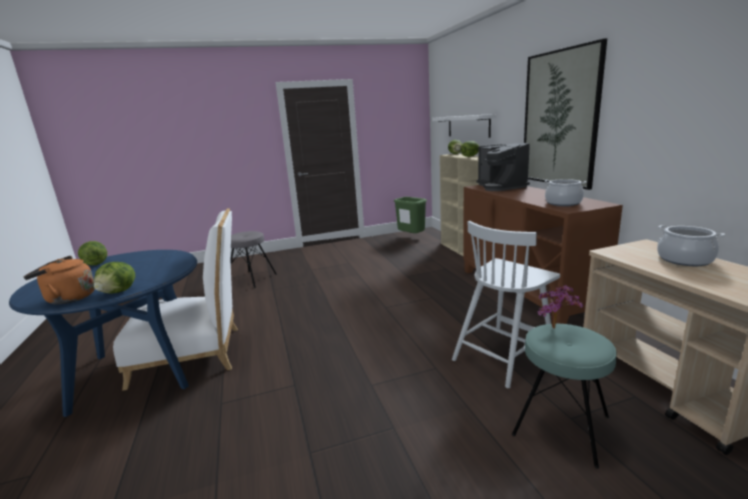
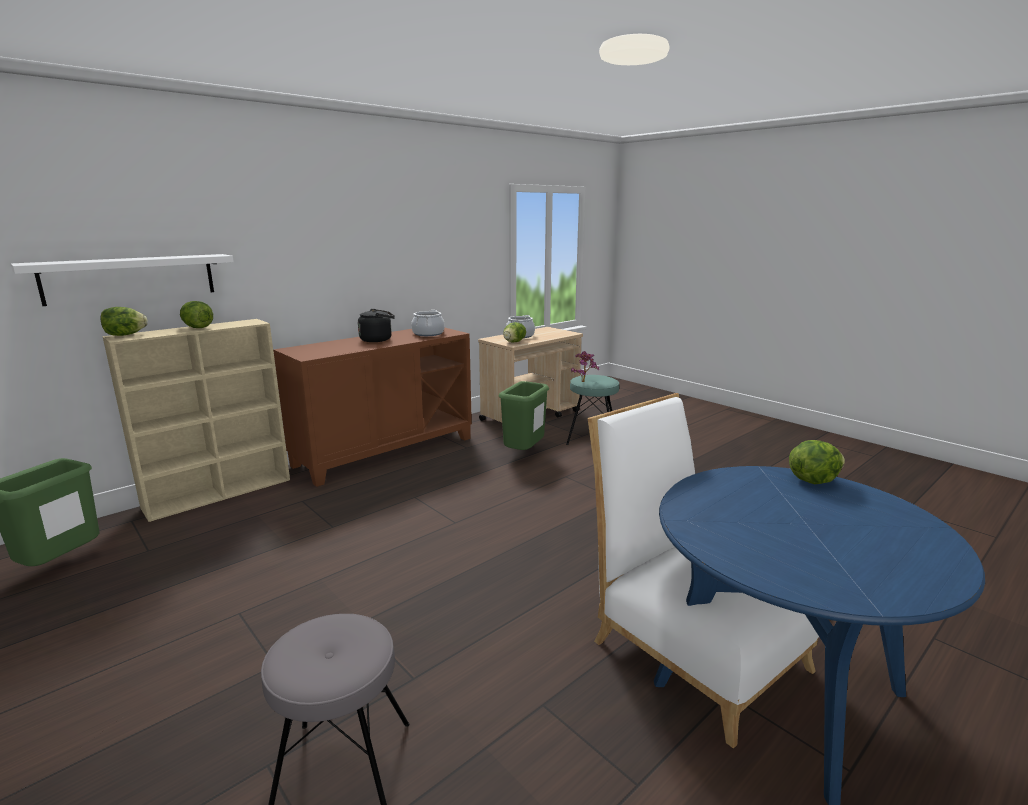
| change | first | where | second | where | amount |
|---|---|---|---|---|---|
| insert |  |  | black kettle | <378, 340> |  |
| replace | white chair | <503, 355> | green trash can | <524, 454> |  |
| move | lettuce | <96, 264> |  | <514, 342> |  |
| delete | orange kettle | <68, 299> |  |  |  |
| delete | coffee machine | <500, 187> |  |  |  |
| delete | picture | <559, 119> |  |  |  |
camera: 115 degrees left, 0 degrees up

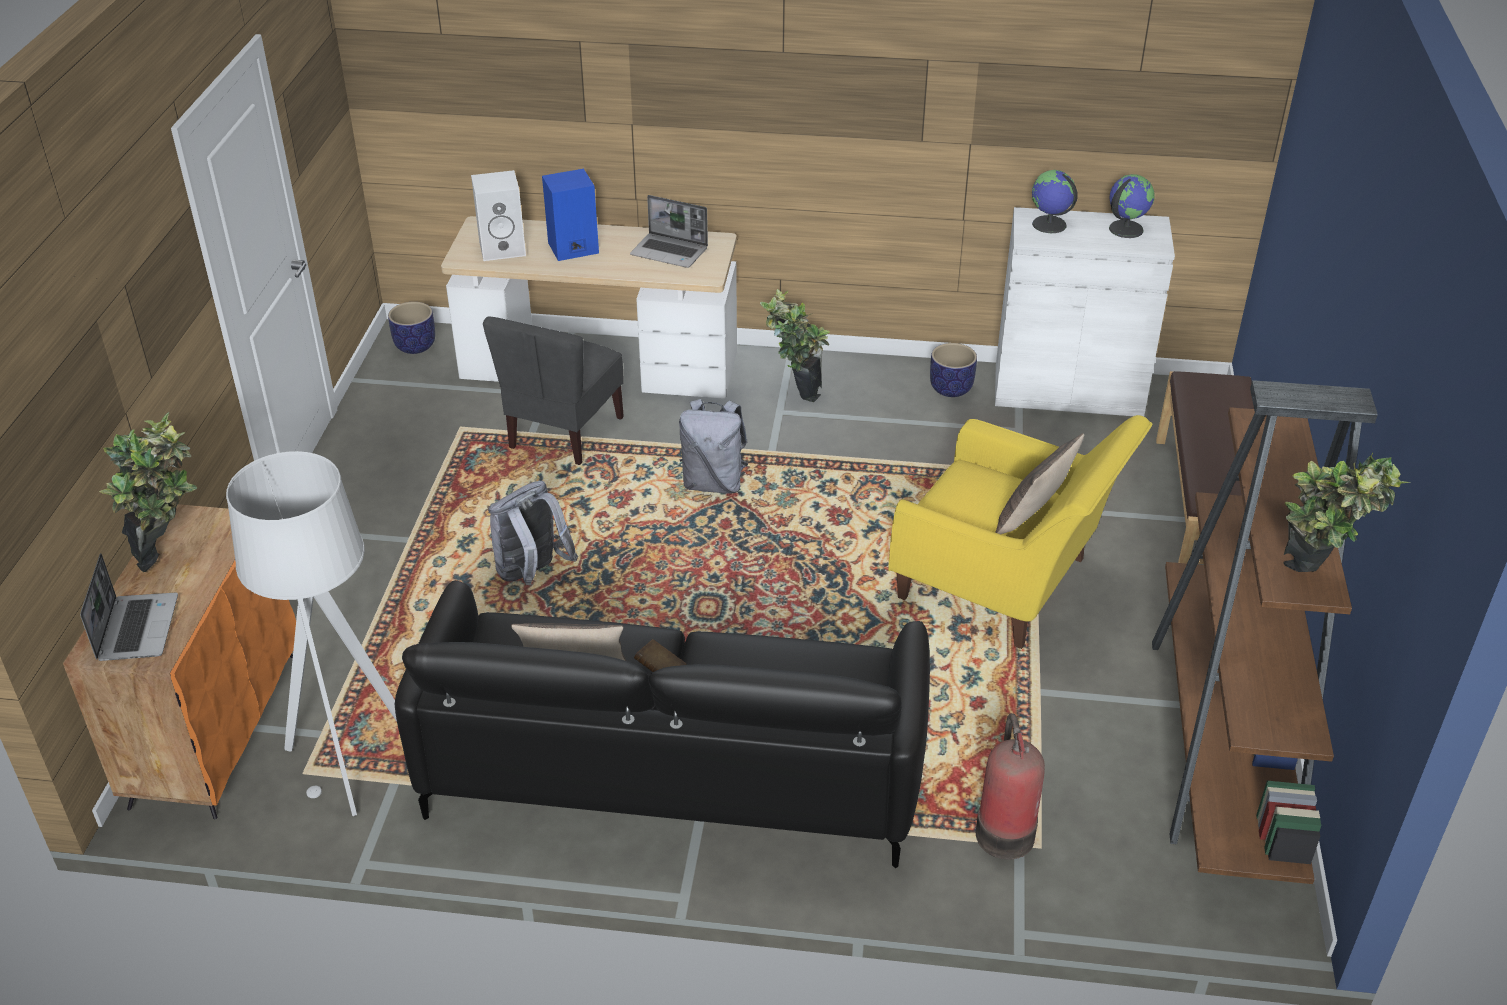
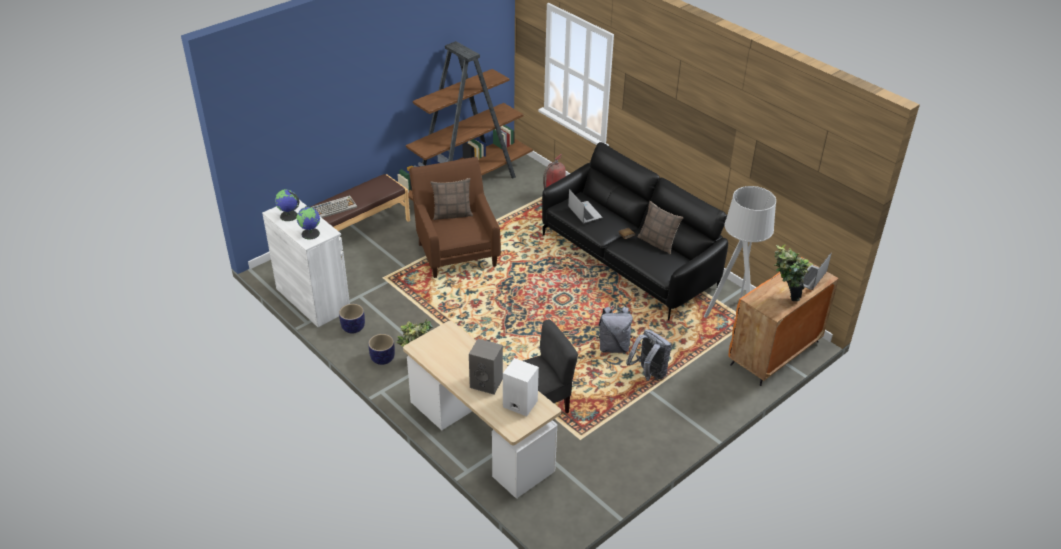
| change | first | where | second | where | amount |
|---|---|---|---|---|---|
| insert |  |  | keyboard | <333, 208> |  |
| move | planter | <415, 346> |  | <382, 359> |  |
| recolor | yellow armchair | <1005, 584> | brown armchair | <455, 251> |  |
| recolor | blue speaker | <572, 249> | grey speaker | <487, 383> |  |
| move | laptop | <670, 252> |  | <584, 213> |  |
| move | grey backpack | <714, 483> |  | <648, 373> |  |
| delete | potted plant | <1316, 586> |  |  |  |
camera: 140 degrees left, 0 degrees up

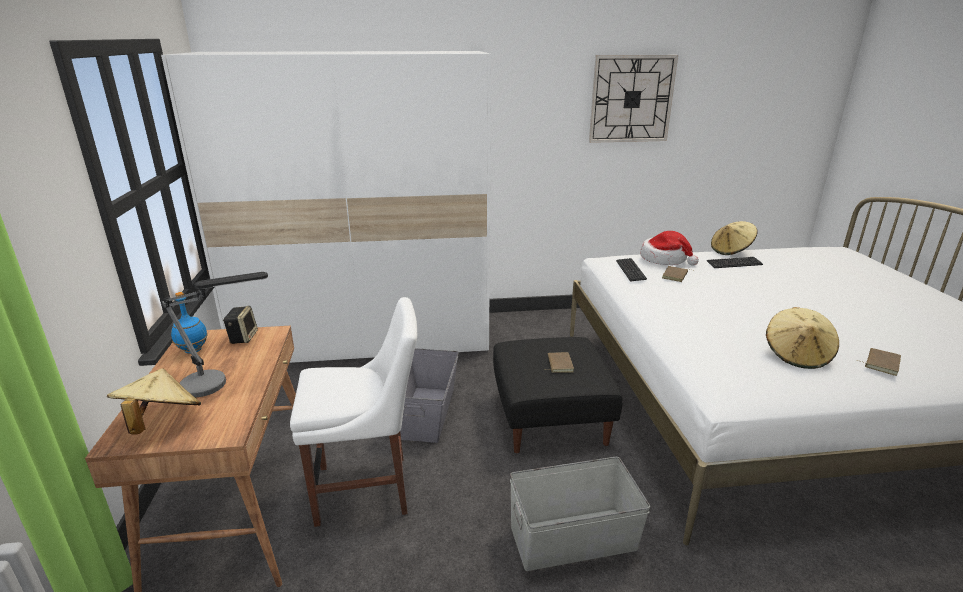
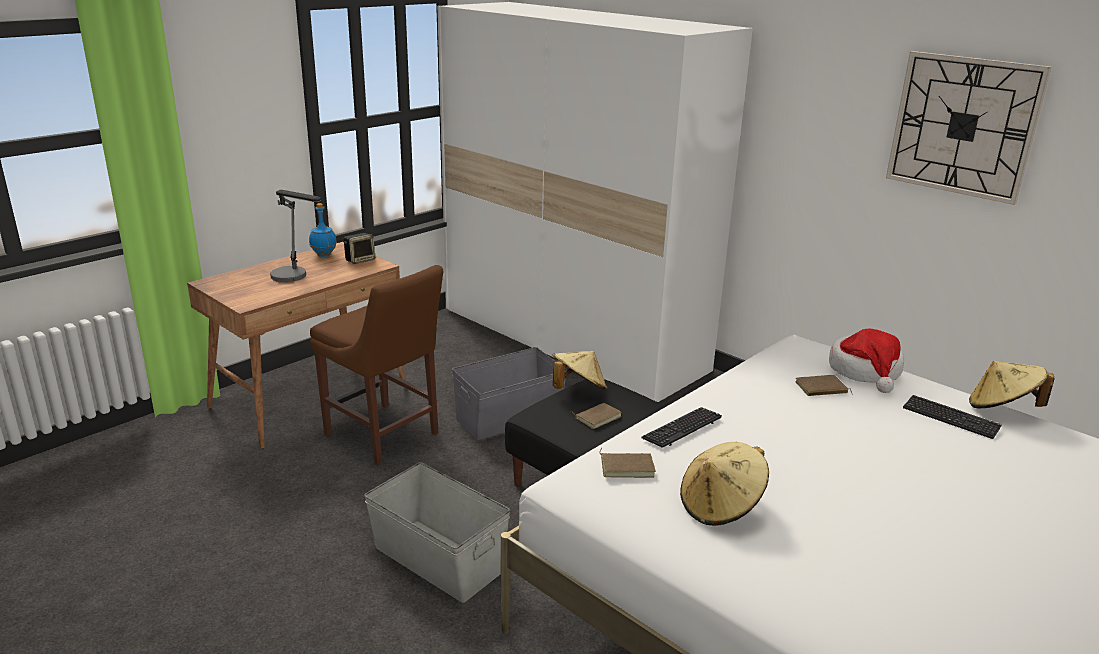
| change | first | where | second | where | amount |
|---|---|---|---|---|---|
| recolor | white chair | <368, 489> | brown chair | <385, 436> |  |
| move | beige hat | <161, 421> |  | <578, 389> |  |
| move | brown book | <880, 363> |  | <627, 467> |  |
| move | keyboard | <630, 271> |  | <682, 429> |  |
camera: 50 degrees right, 0 degrees up

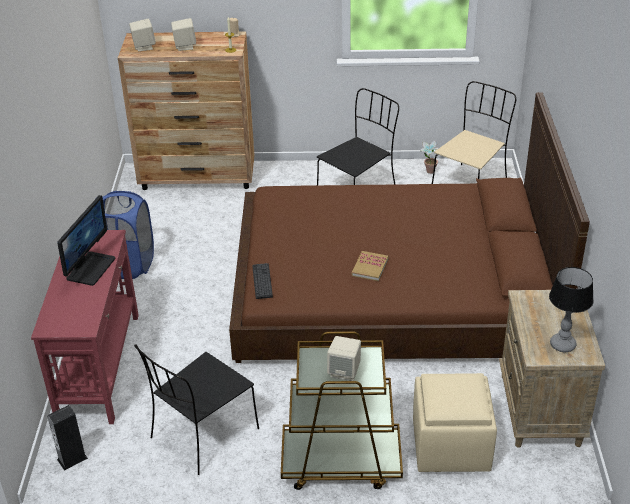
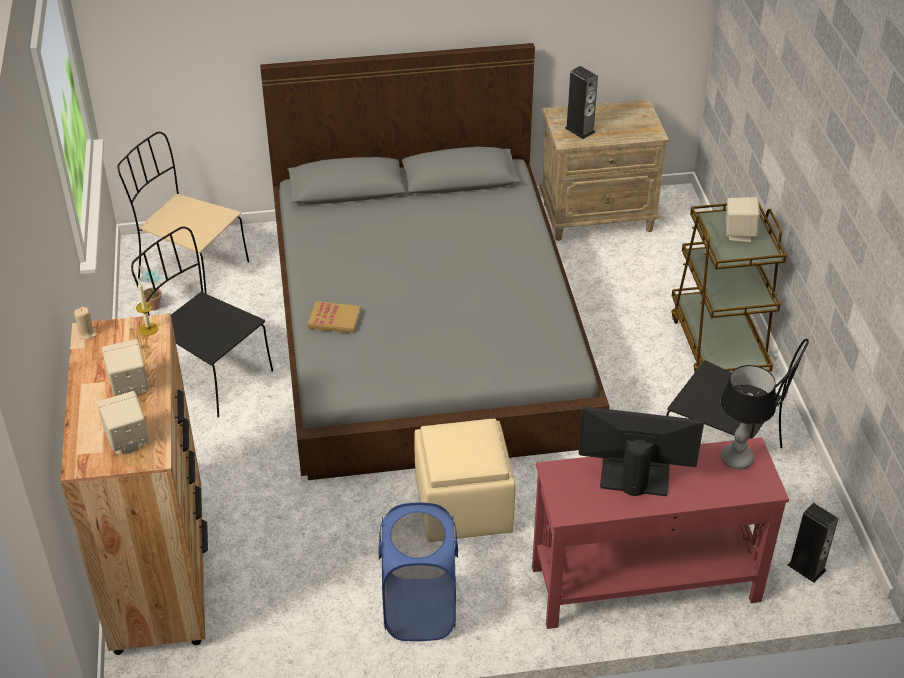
| change | first | where | second | where | amount |
|---|---|---|---|---|---|
| recolor | brown bed | <392, 288> | grey bed | <426, 325> |  |
| move | book | <370, 267> |  | <334, 319> |  |
| move | beige ottoman | <451, 446> |  | <464, 506> |  |
| insert |  |  | speaker | <579, 130> |  |
| move | table lamp | <563, 345> |  | <737, 458> |  |
| delete | keyboard | <262, 281> |  |  |  |
camera: 100 degrees left, 5 degrees up

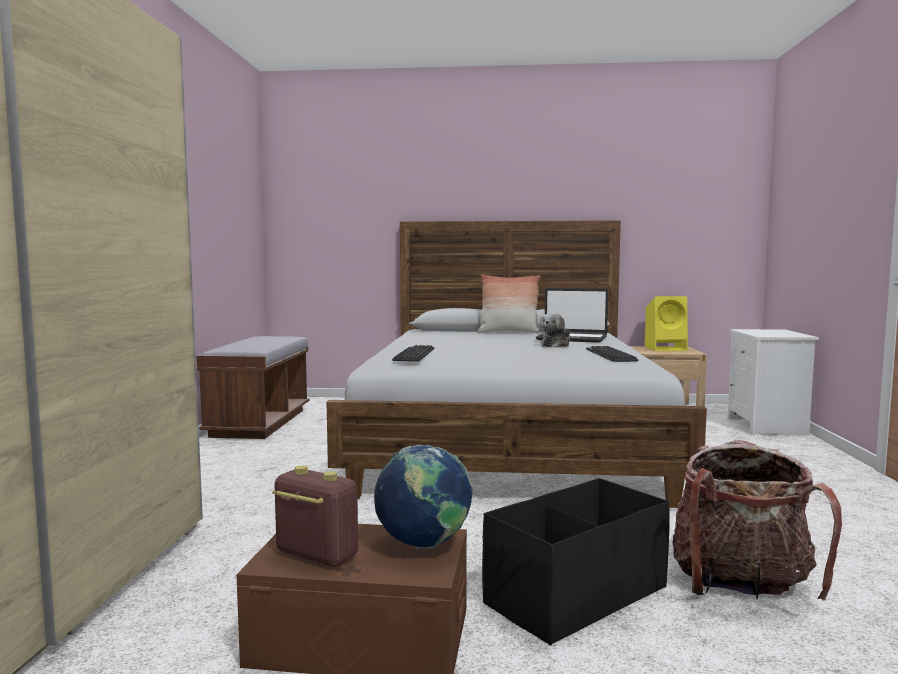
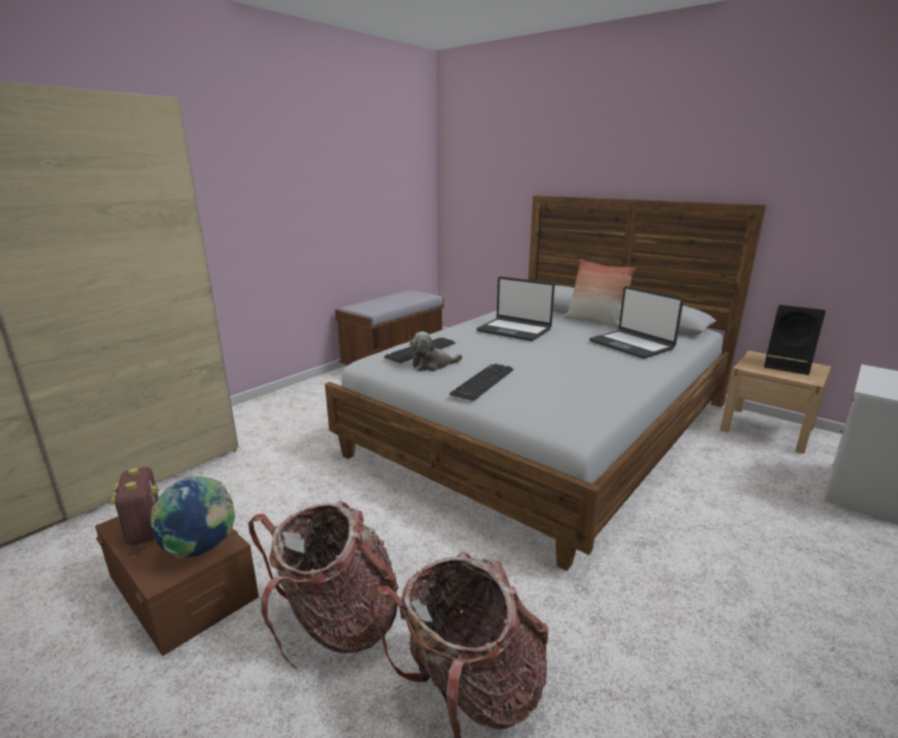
| change | first | where | second | where | amount |
|---|---|---|---|---|---|
| replace | black storage box | <575, 595> | backpack | <337, 623> |  |
| move | plush toy | <556, 345> |  | <432, 365> |  |
| move | keyboard | <610, 355> |  | <483, 382> |  |
| insert |  |  | laptop | <514, 330> |  |
| recolor | yellow speaker | <666, 349> | black speaker | <788, 365> |  |
camera: 35 degrees right, 15 degrees up

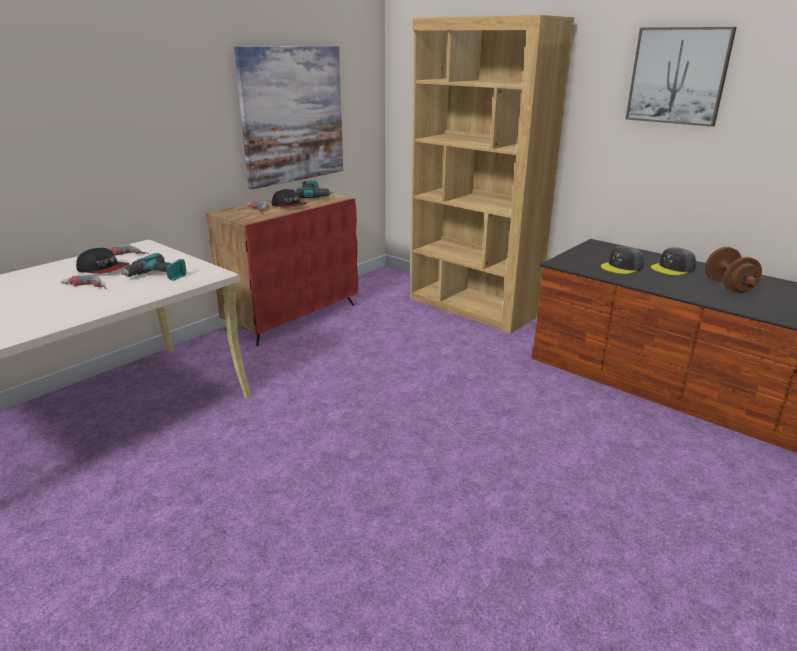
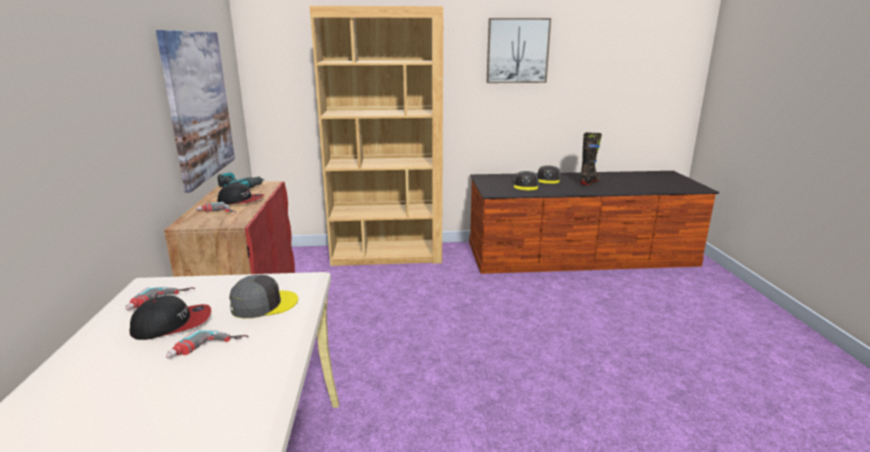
| change | first | where | second | where | amount |
|---|---|---|---|---|---|
| replace | power drill | <157, 276> | grey cap | <263, 304> |  |
| replace | brown dumbbell | <728, 286> | black boot | <589, 182> |  |
camera: 45 degrees left, 5 degrees down

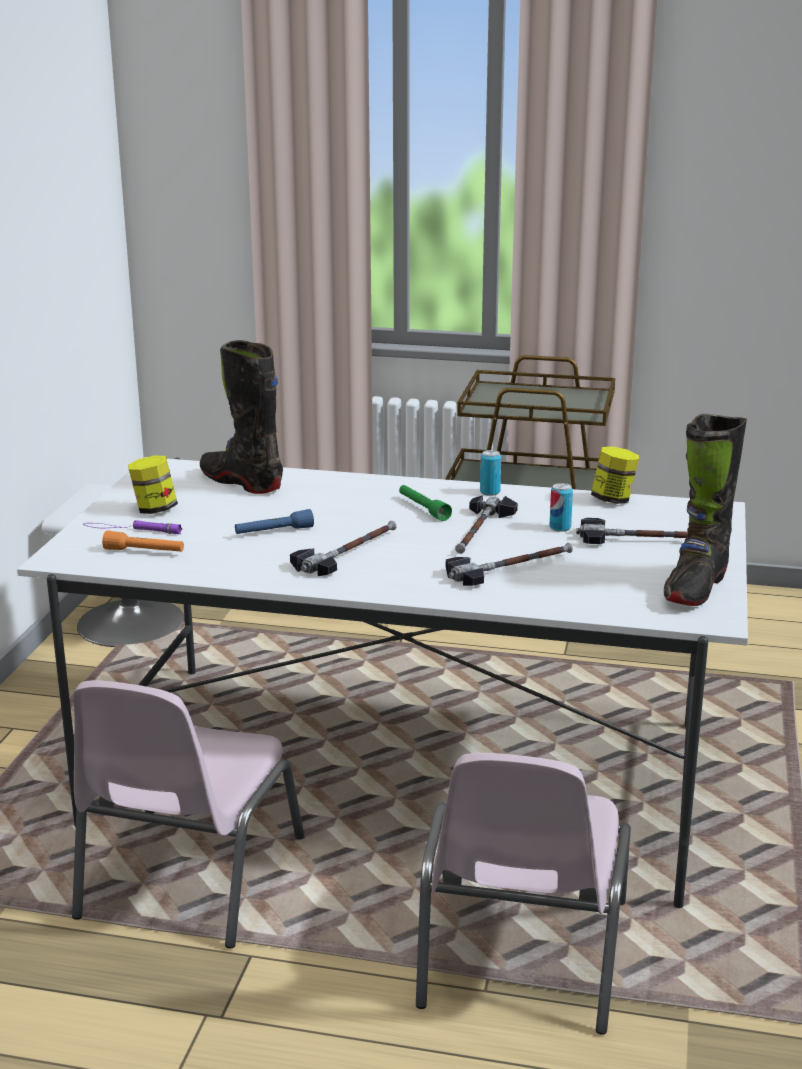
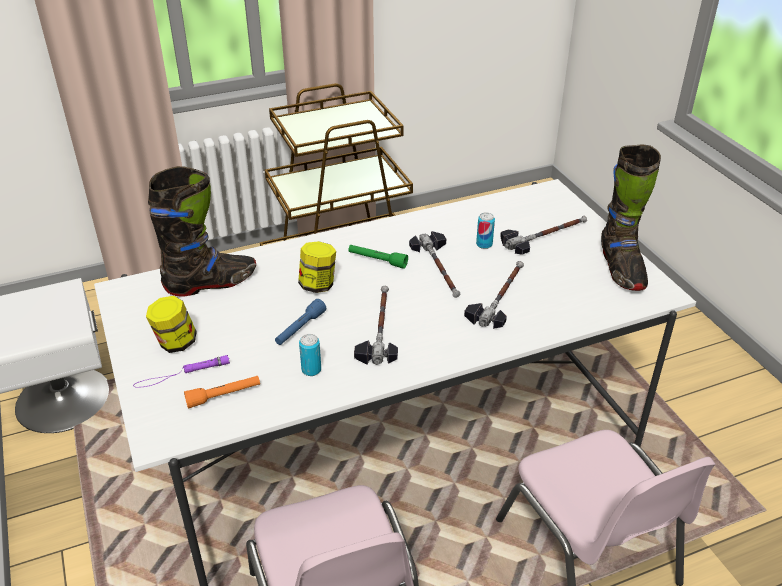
| change | first | where | second | where | amount |
|---|---|---|---|---|---|
| rotate | black boot | <242, 482> |  | <211, 283> | 150 degrees clockwise |
| move | jar | <613, 500> |  | <318, 285> |  |
| move | can | <490, 492> |  | <311, 370> |  |
camera: 35 degrees left, 15 degrees up

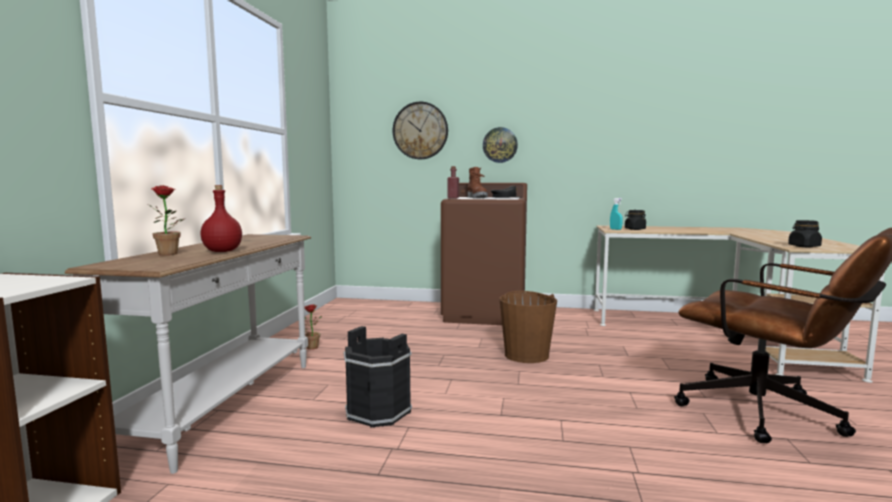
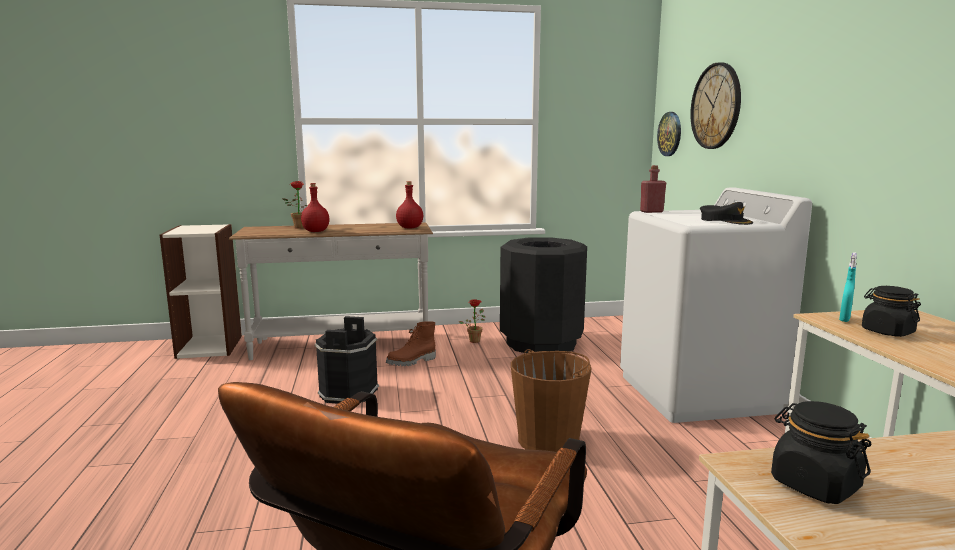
| change | first | where | second | where | amount |
|---|---|---|---|---|---|
| move | brown boot | <477, 198> |  | <412, 362> |  |
| insert |  |  | red bottle | <410, 228> |  |
| insert |  |  | black trash can | <541, 343> |  |
| recolor | brown washing machine | <485, 314> | white washing machine | <697, 393> |  |
| move | wall clock | <500, 145> |  | <670, 134> |  |
camera: 70 degrees right, 5 degrees up

